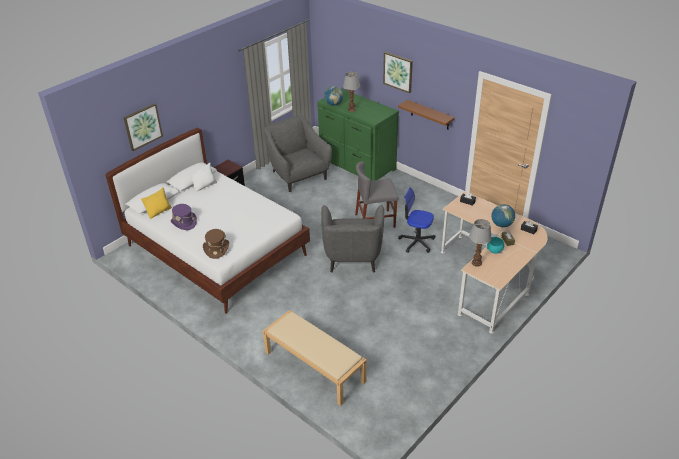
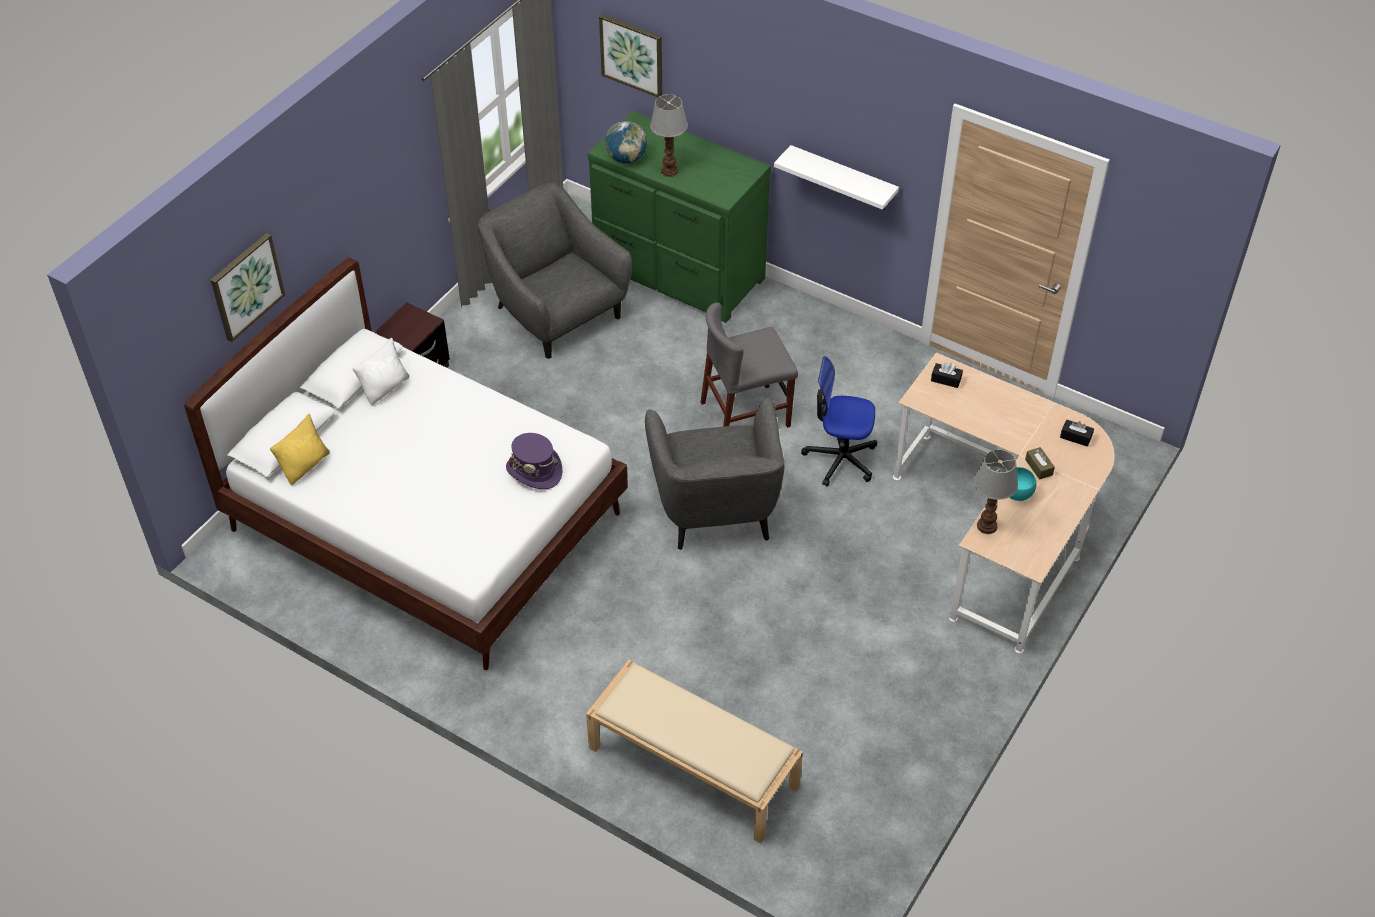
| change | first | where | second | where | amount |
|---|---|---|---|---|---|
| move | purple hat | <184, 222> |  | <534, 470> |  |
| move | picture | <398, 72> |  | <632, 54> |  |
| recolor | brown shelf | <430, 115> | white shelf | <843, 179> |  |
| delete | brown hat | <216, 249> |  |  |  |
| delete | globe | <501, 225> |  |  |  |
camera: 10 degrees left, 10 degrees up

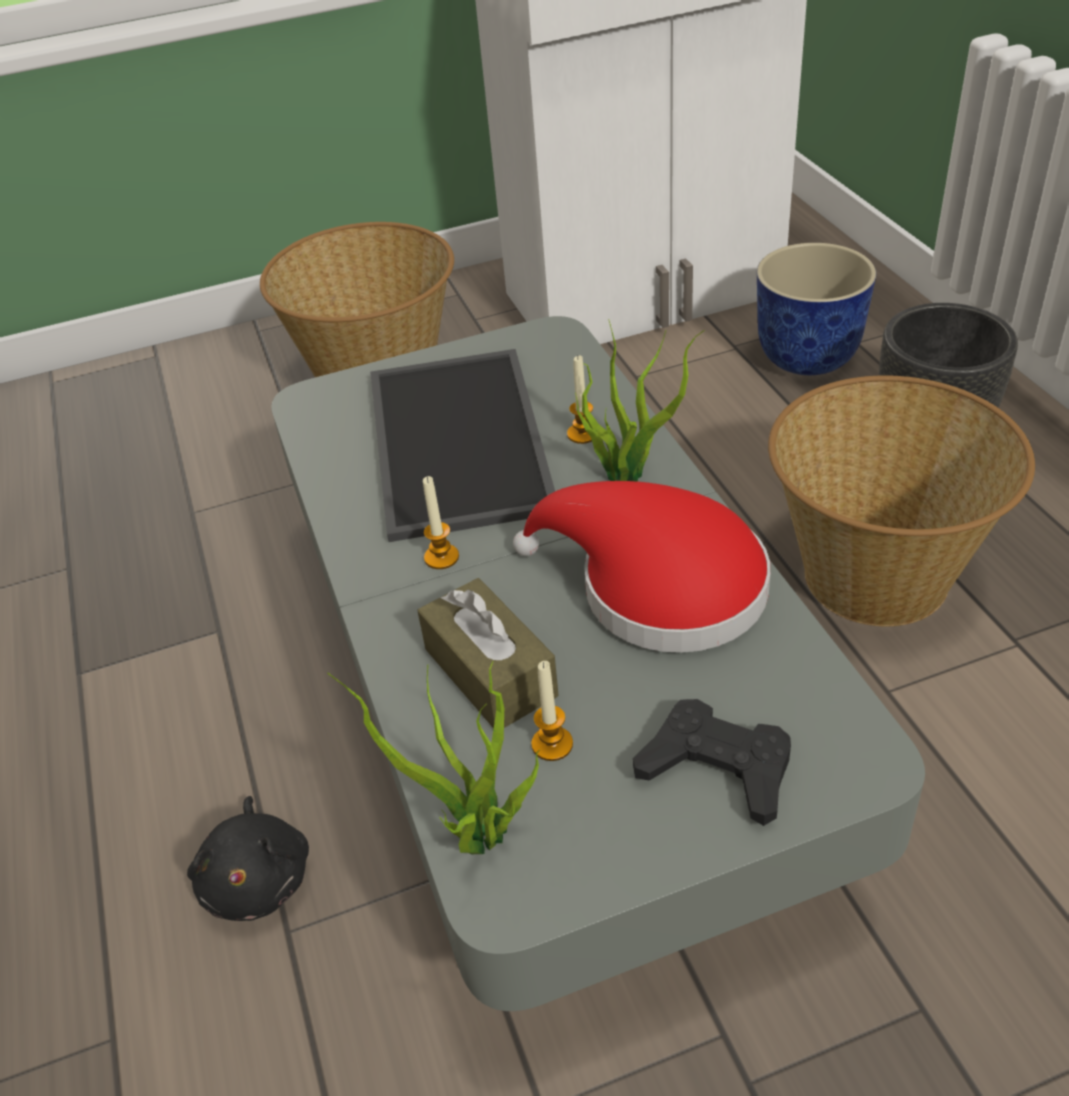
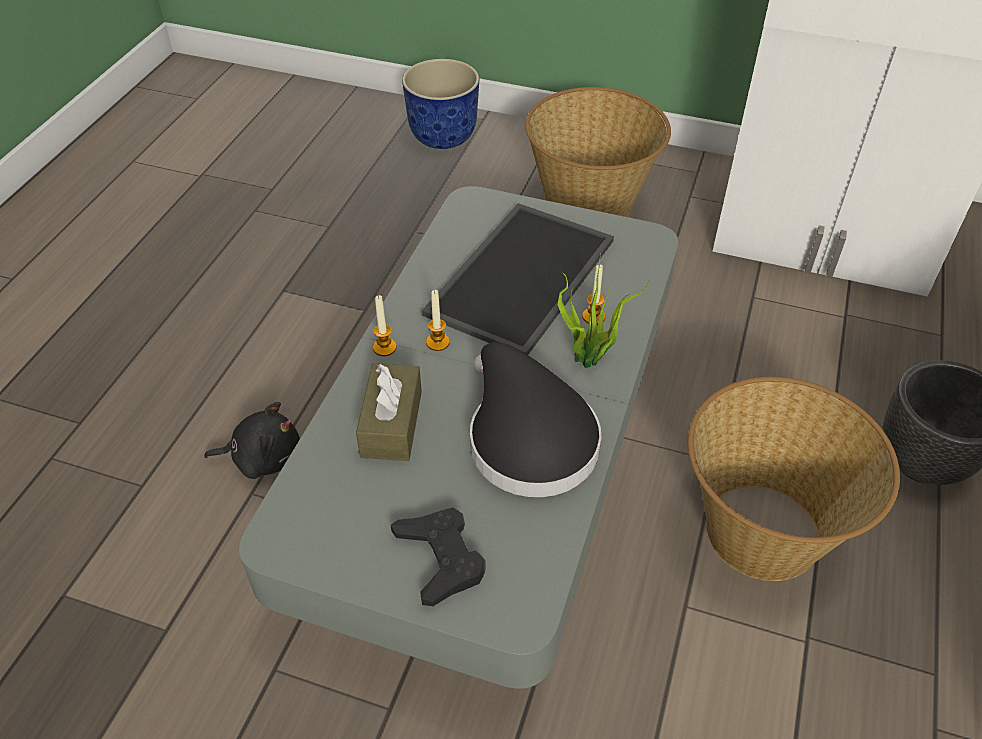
| change | first | where | second | where | amount |
|---|---|---|---|---|---|
| rotate | black plush toy | <259, 879> |  | <263, 457> | 120 degrees counterclockwise |
| move | candle | <552, 744> |  | <384, 347> |  |
| move | planter | <809, 359> |  | <444, 138> |  |
| recolor | red hat | <658, 587> | black hat | <527, 438> |  |
| delete | potted plant | <479, 840> |  |  |  |
camera: 35 degrees right, 5 degrees up

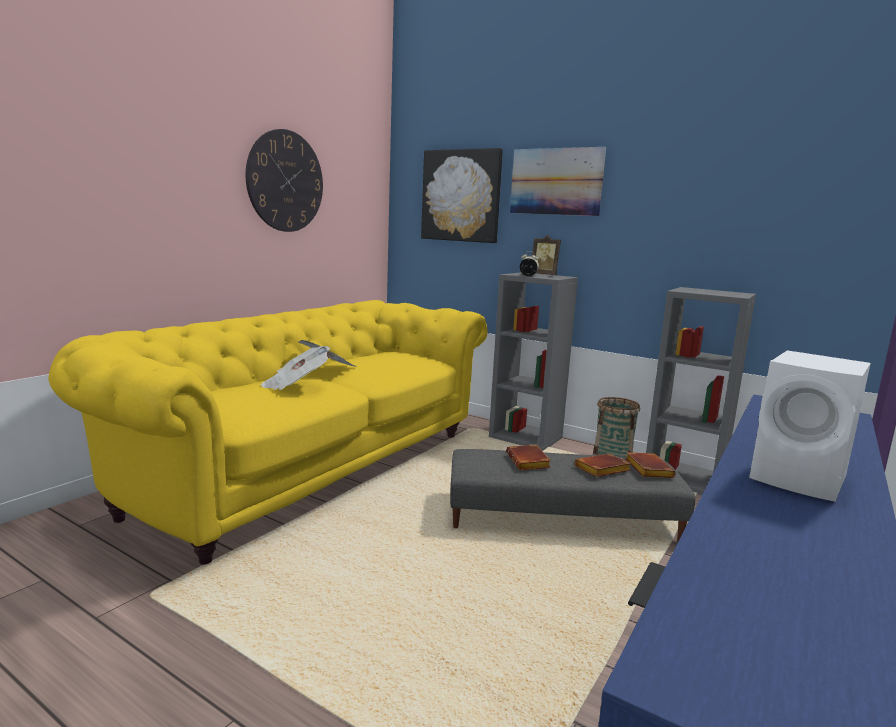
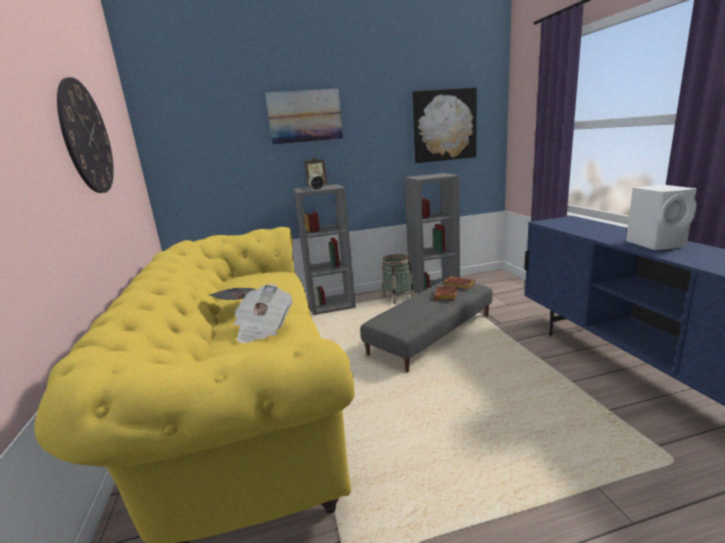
| change | first | where | second | where | amount |
|---|---|---|---|---|---|
| move | picture | <461, 196> |  | <444, 125> |  |
| delete | brown book | <529, 462> |  |  |  |
camera: 45 degrees left, 5 degrees up

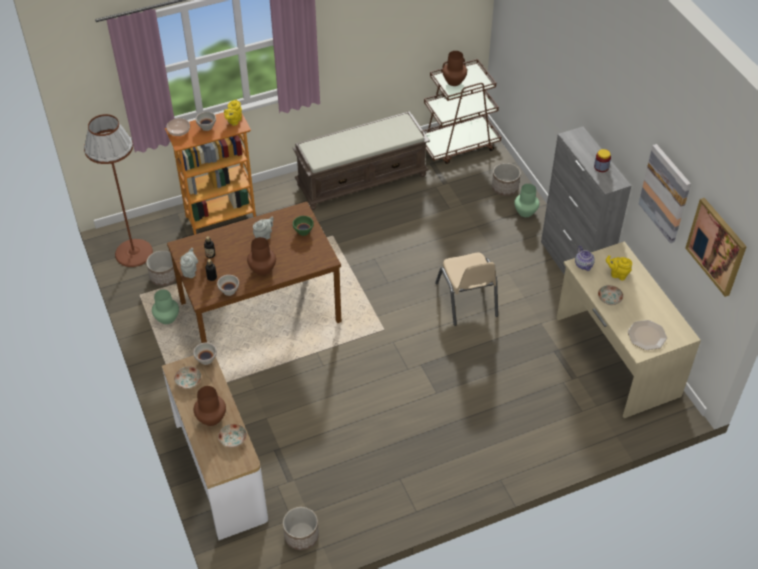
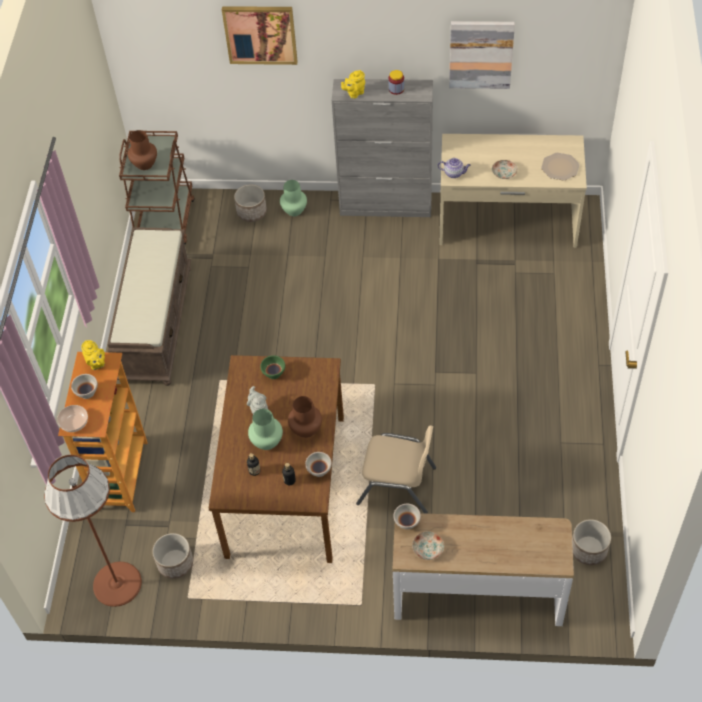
| change | first | where | second | where | amount |
|---|---|---|---|---|---|
| move | picture | <717, 246> |  | <260, 34> |  |
| move | green vase | <166, 318> |  | <266, 442> |  |
| move | yellow teapot | <617, 274> |  | <354, 93> |  |
| move | beige chair | <466, 300> |  | <397, 485> |  |
| delete | grey teapot | <190, 271> |  |  |  |
| delete | brown vase | <211, 417> |  |  |  |
| delete | plate | <233, 439> |  |  |  |
camera: 60 degrees left, 5 degrees up

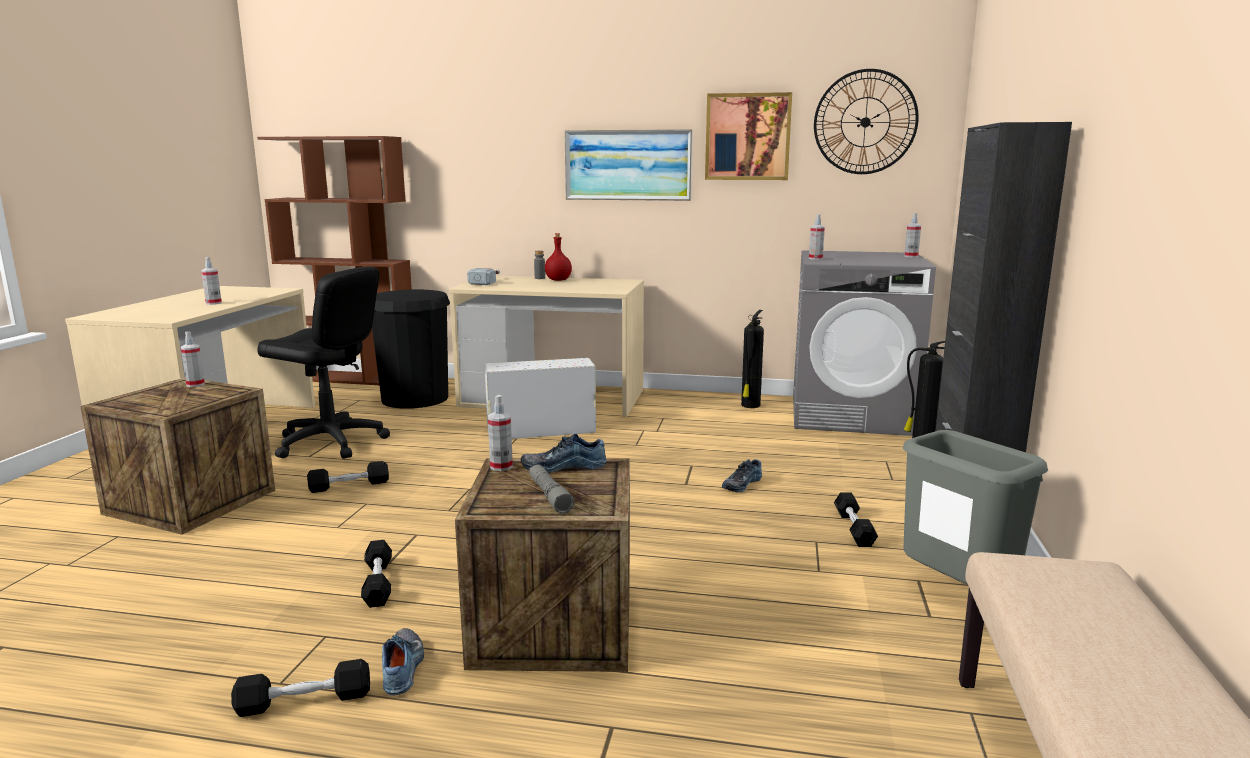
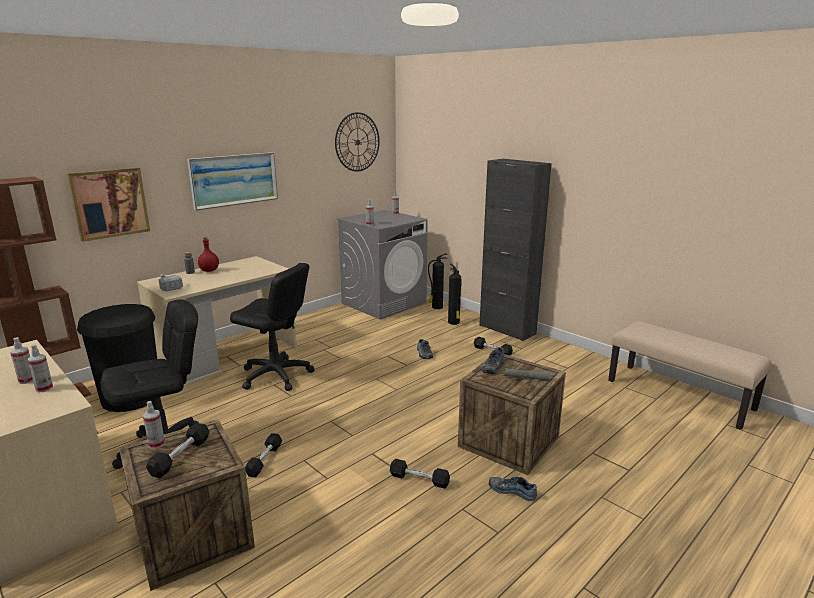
| change | first | where | second | where | amount |
|---|---|---|---|---|---|
| move | spray bottle | <501, 466> |  | <44, 388> |  |
| move | picture | <747, 137> |  | <110, 203> |  |
| move | black dumbbell | <304, 701> |  | <180, 456> |  |
| replace | white storage box | <539, 431> | black office chair | <276, 375> |  |
| move | fire extinguisher | <750, 406> |  | <454, 322> |  |
| delete | grey trash can | <954, 594> |  |  |  |
camera: 55 degrees left, 5 degrees up

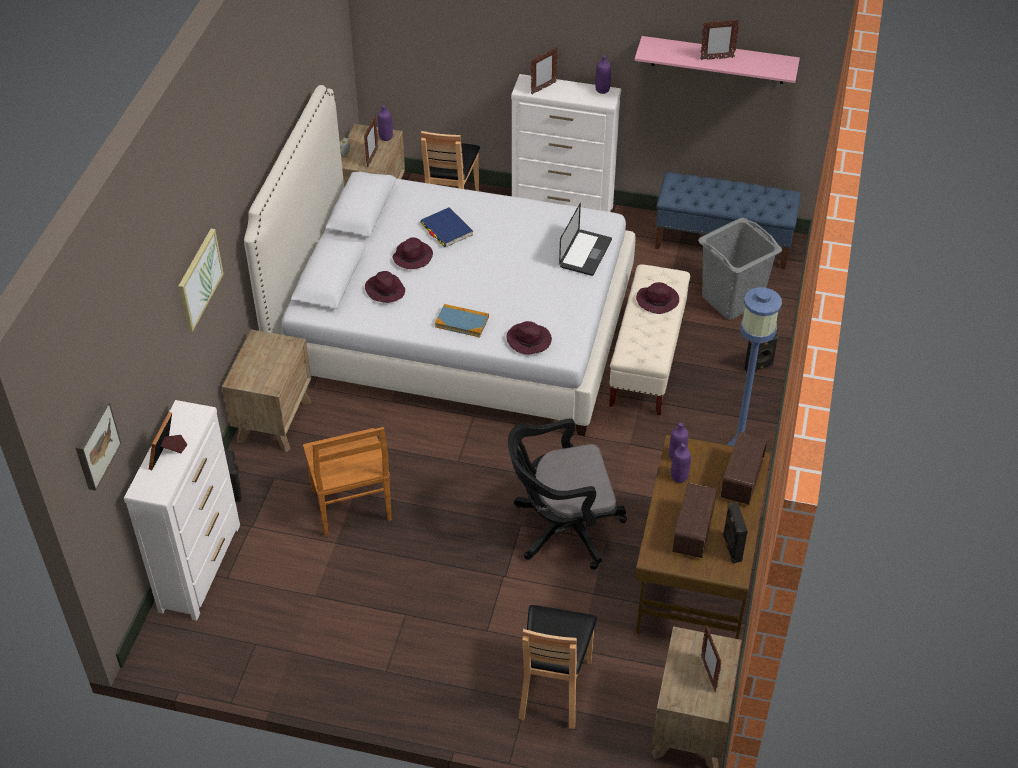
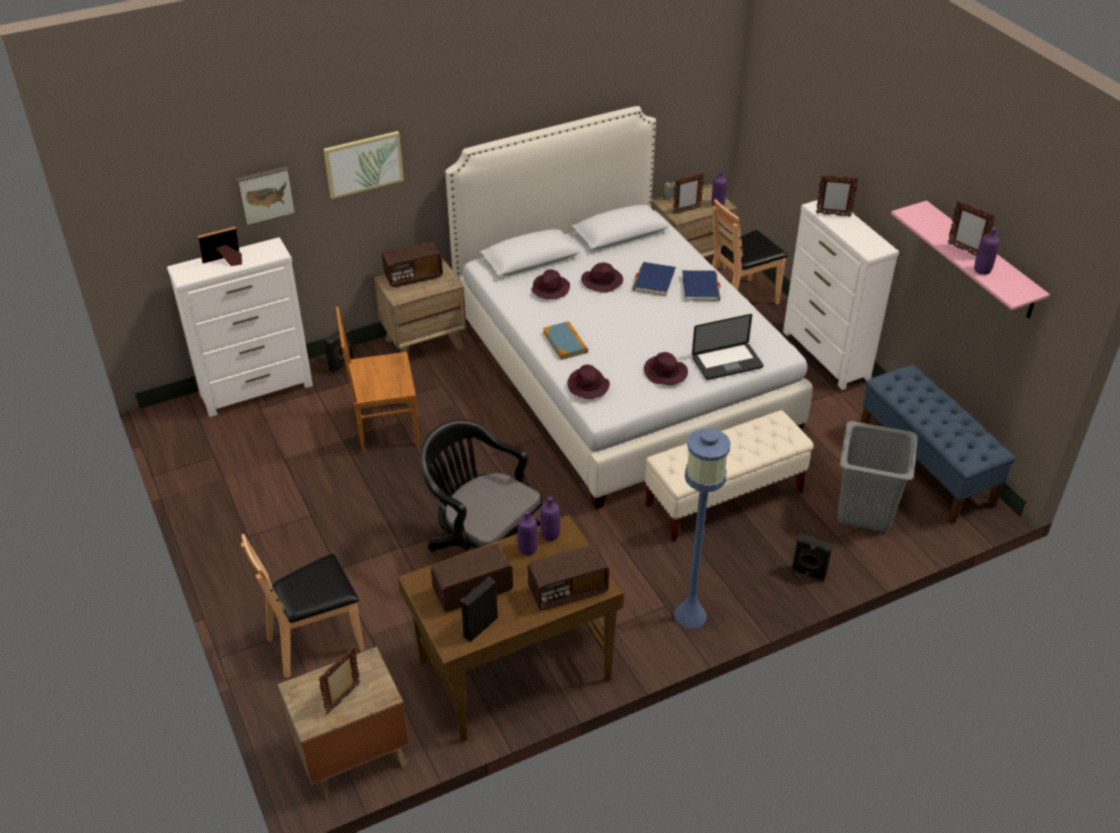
| change | first | where | second | where | amount |
|---|---|---|---|---|---|
| move | picture | <95, 444> |  | <265, 194> |  |
| rotate | brown chair | <352, 507> |  | <384, 428> | 45 degrees clockwise |
| insert |  |  | radio | <413, 276> |  |
| move | purple hat | <658, 300> |  | <666, 373> |  |
| insert |  |  | blue book | <700, 288> |  |
| move | purple bottle | <602, 89> |  | <982, 270> |  |
camera: 50 degrees right, 5 degrees down

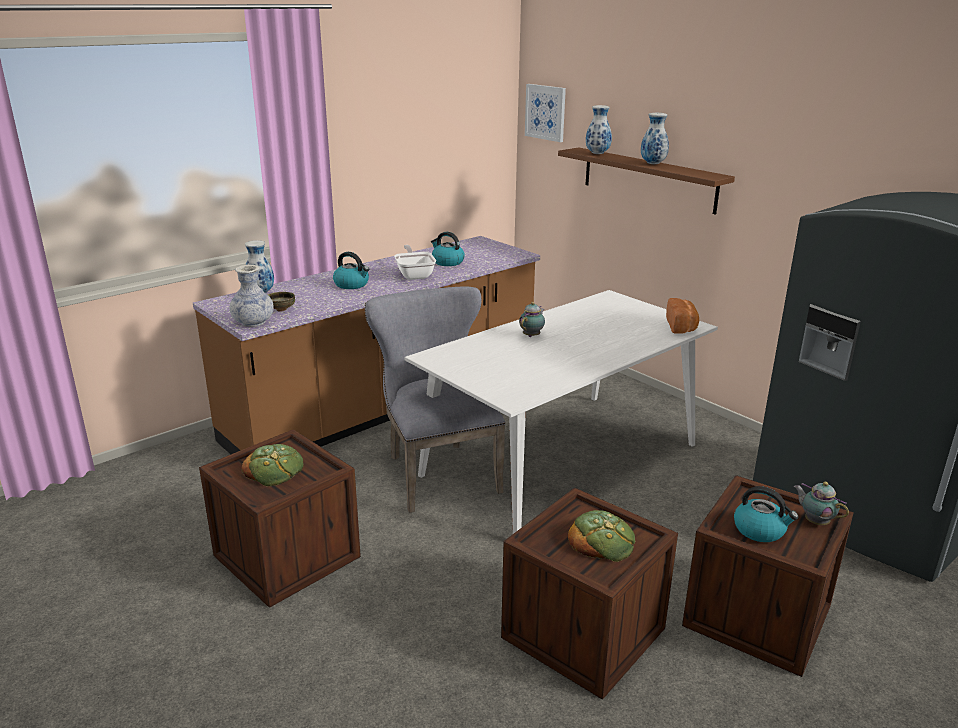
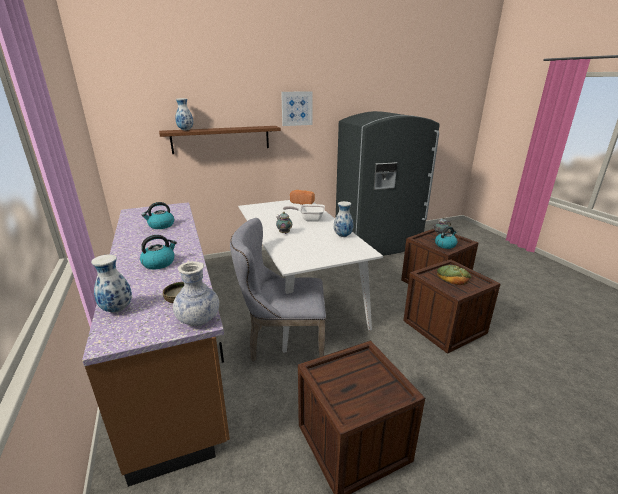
| change | first | where | second | where | amount |
|---|---|---|---|---|---|
| move | picture | <545, 112> |  | <296, 108> |  |
| move | frying pan | <415, 275> |  | <309, 219> |  |
| move | vase | <652, 163> |  | <343, 236> |  |
| delete | bread | <274, 469> |  |  |  |
camera: 70 degrees left, 0 degrees up

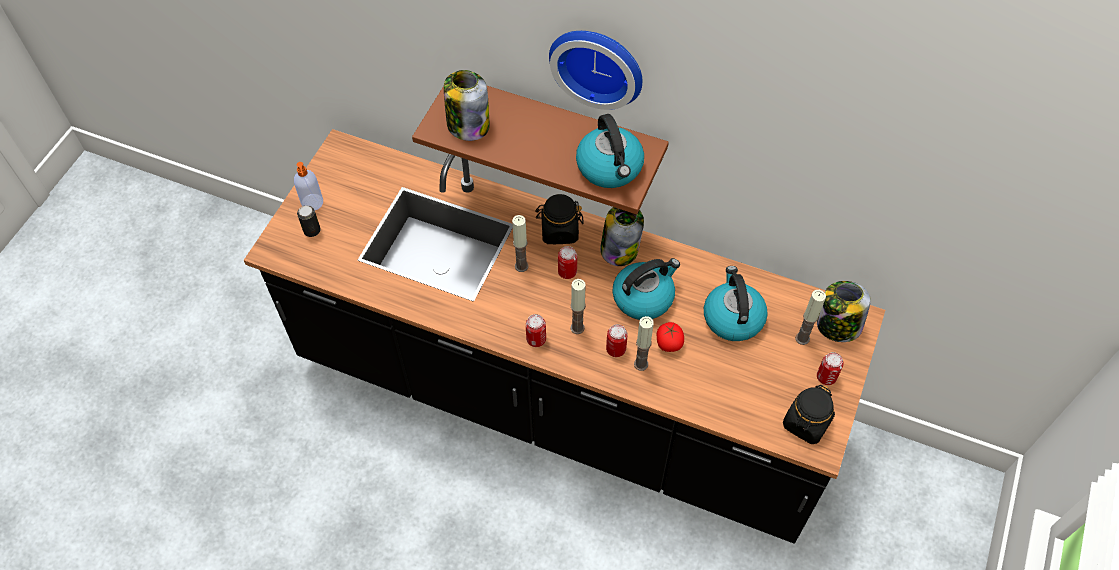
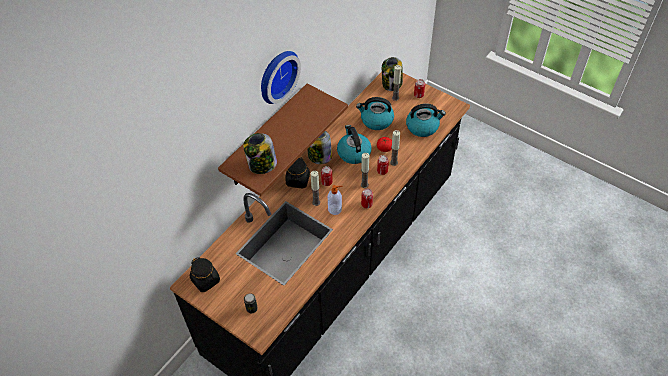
| change | first | where | second | where | amount |
|---|---|---|---|---|---|
| move | black jar | <806, 423> |  | <206, 280> |  |
| move | soap dispenser | <312, 203> |  | <335, 209> |  |
| move | kettle | <610, 168> |  | <423, 127> |  |
camera: 75 degrees left, 5 degrees down

